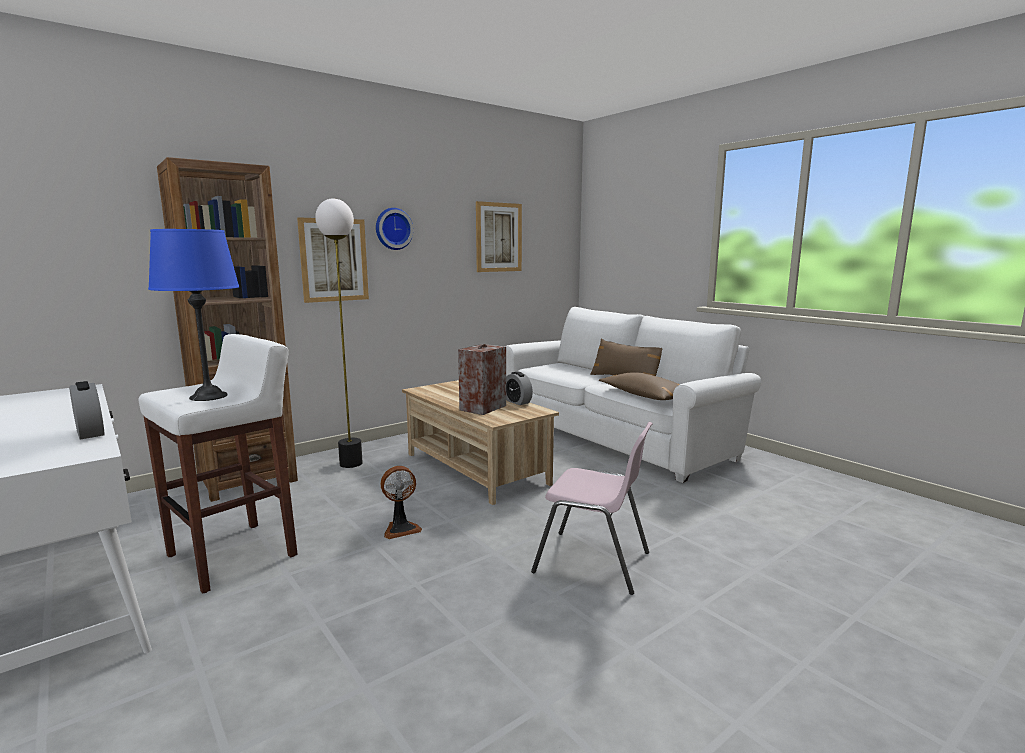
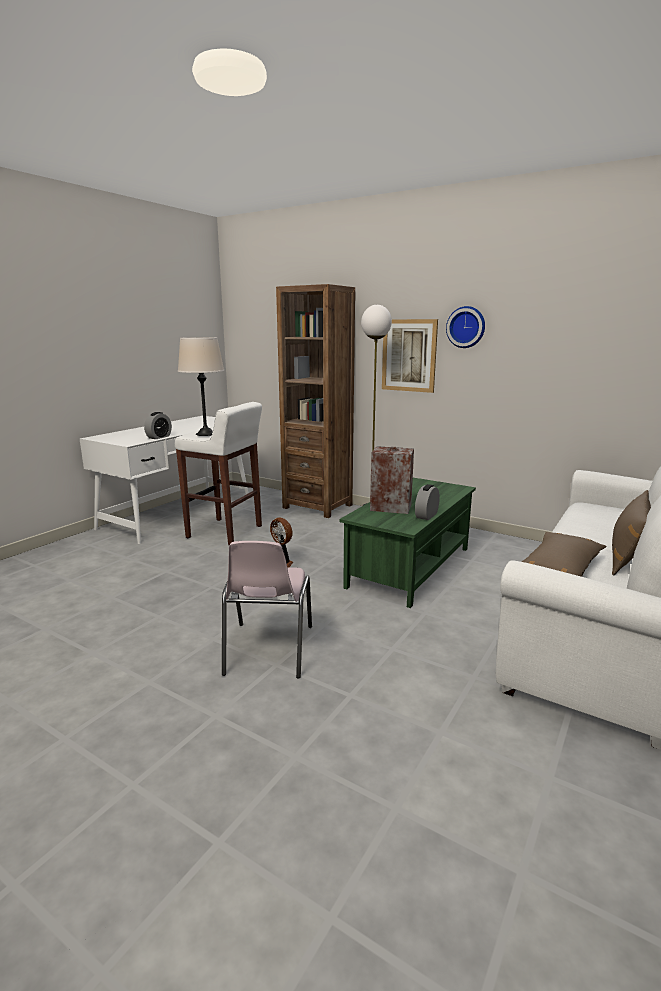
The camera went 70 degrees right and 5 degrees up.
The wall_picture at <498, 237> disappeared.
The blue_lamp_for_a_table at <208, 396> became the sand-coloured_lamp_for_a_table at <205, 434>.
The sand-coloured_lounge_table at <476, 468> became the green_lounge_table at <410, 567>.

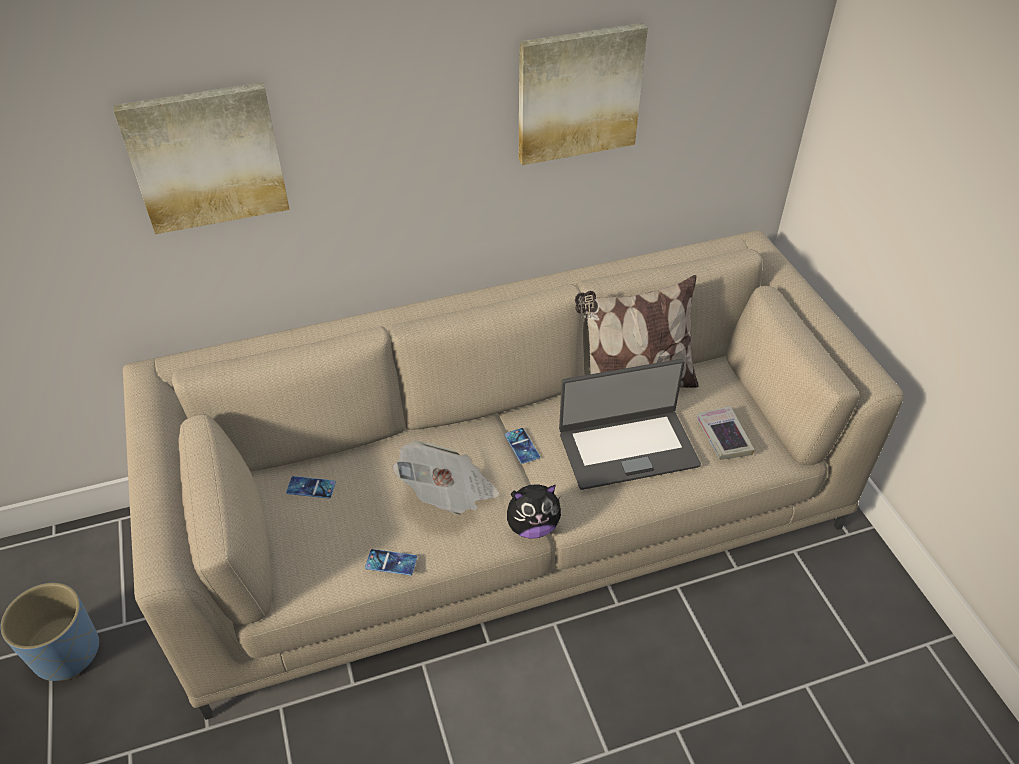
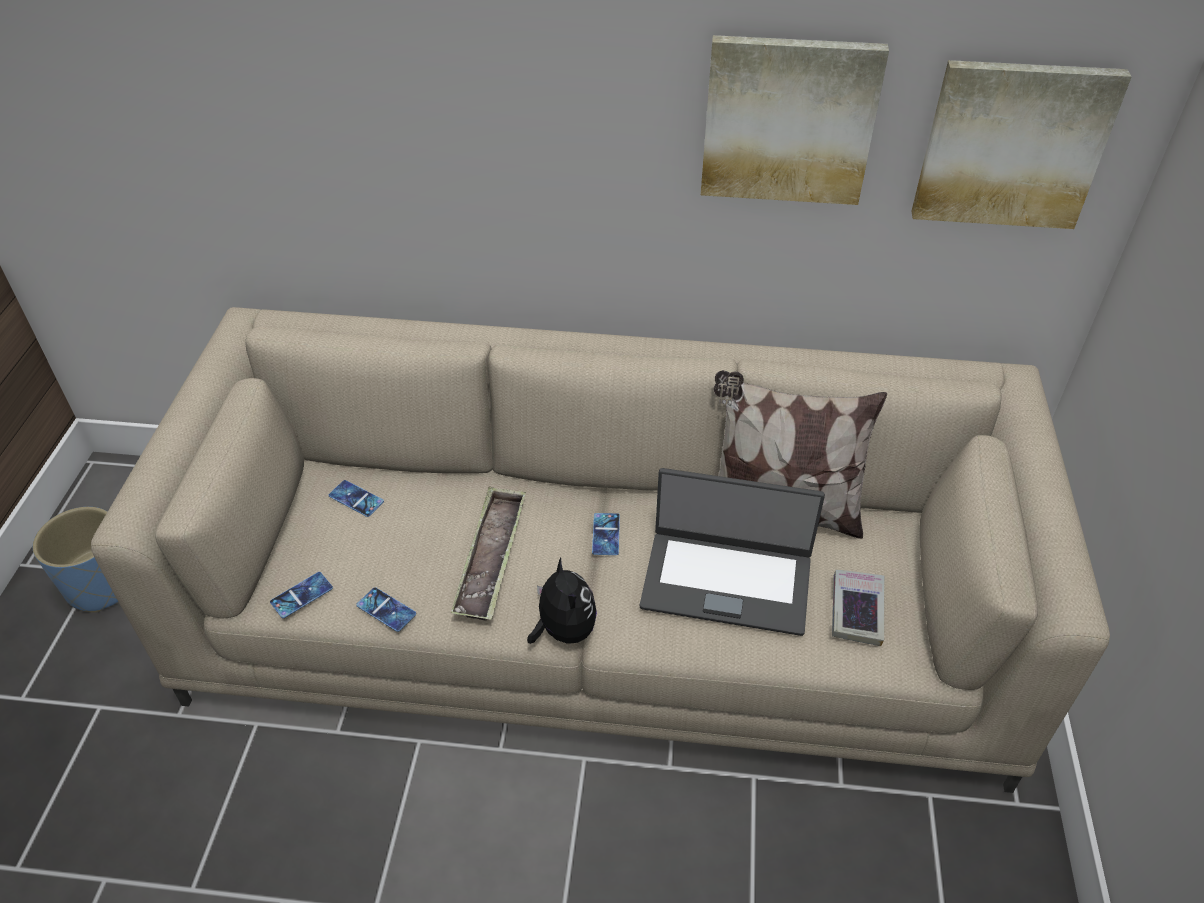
The camera went 25 degrees right and 0 degrees up.
The telephone at <301, 595> appeared.
The wall_picture moved from <206, 157> to <1012, 144>.
The newspaper at <448, 494> was replaced by the tray at <491, 558>.
The cuddly_toy at <532, 526> turned 120 degrees counterclockwise.

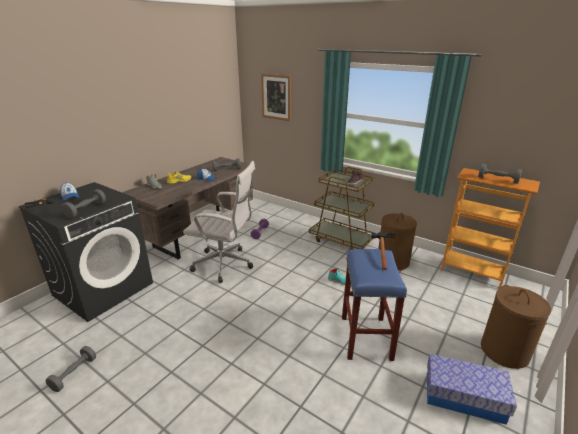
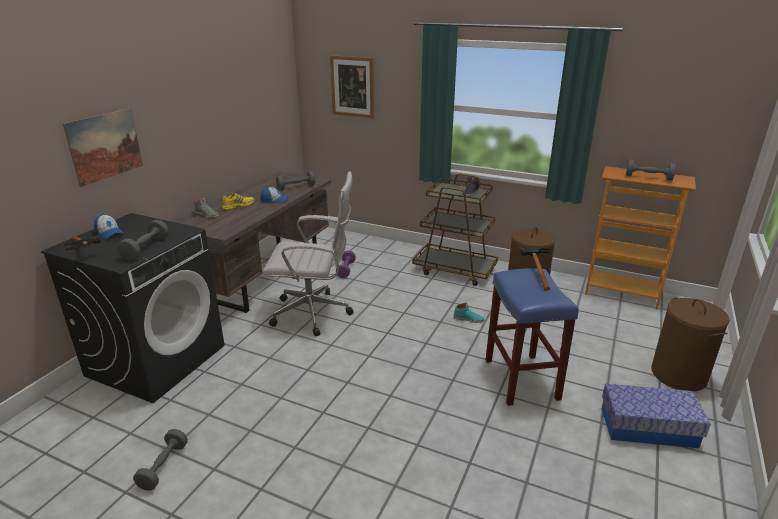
The camera went 10 degrees left and 0 degrees up.
The wall_picture at <105, 146> appeared.

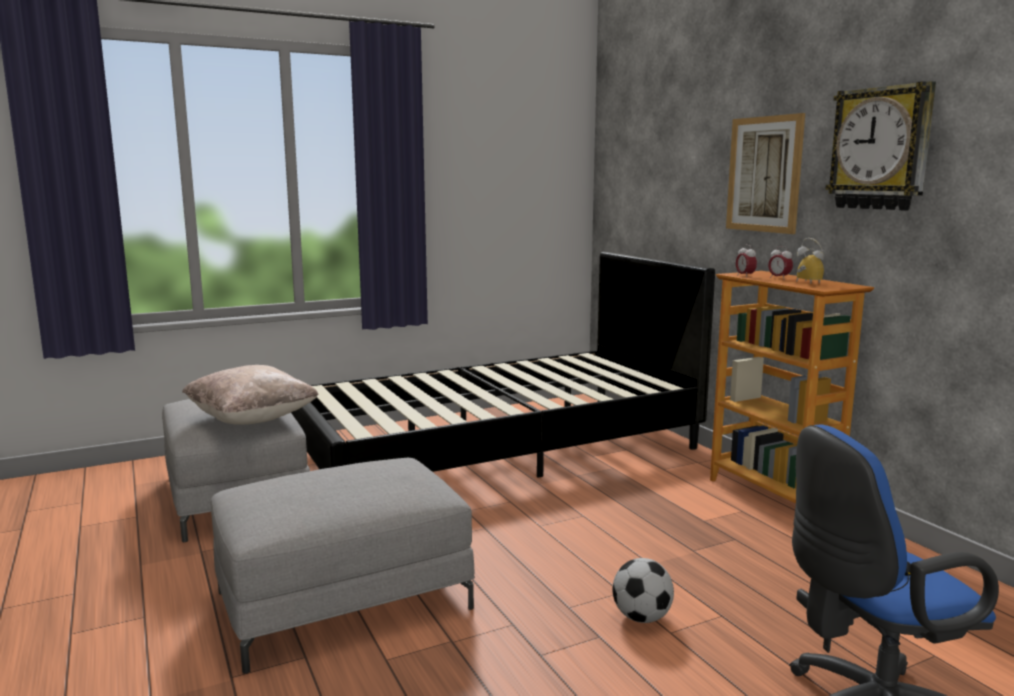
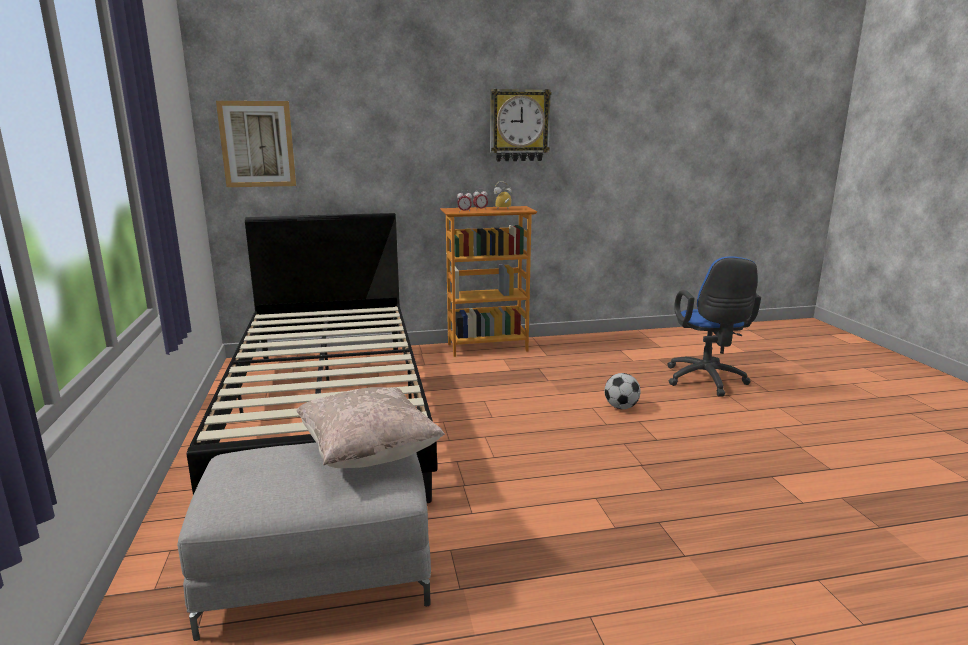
The camera went 75 degrees left and 5 degrees up.
The grey_pouffe at <344, 601> disappeared.
The wall_picture moved from <764, 174> to <257, 144>.

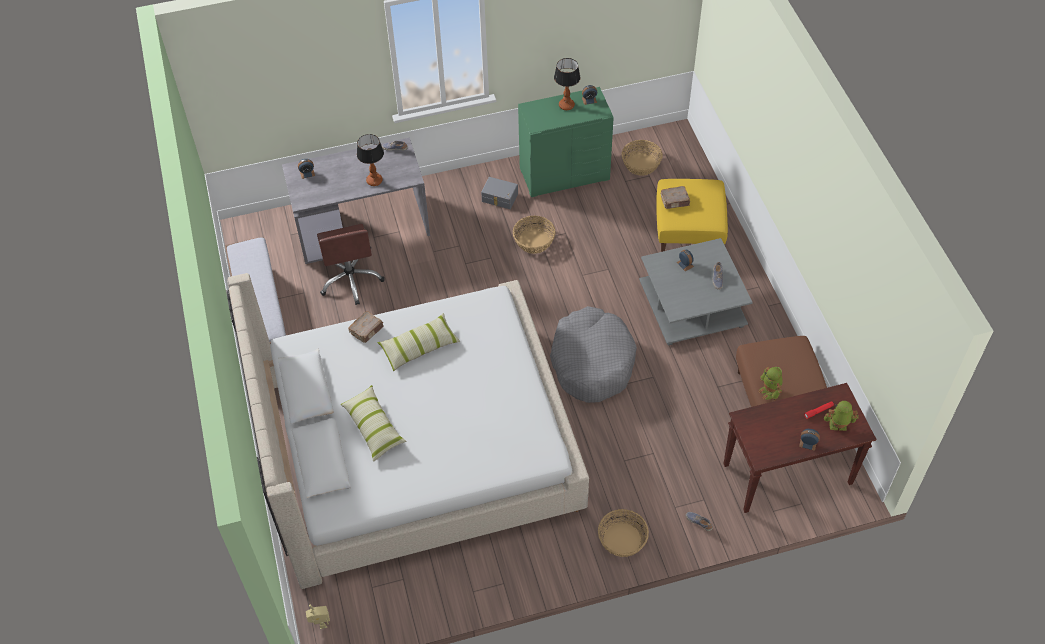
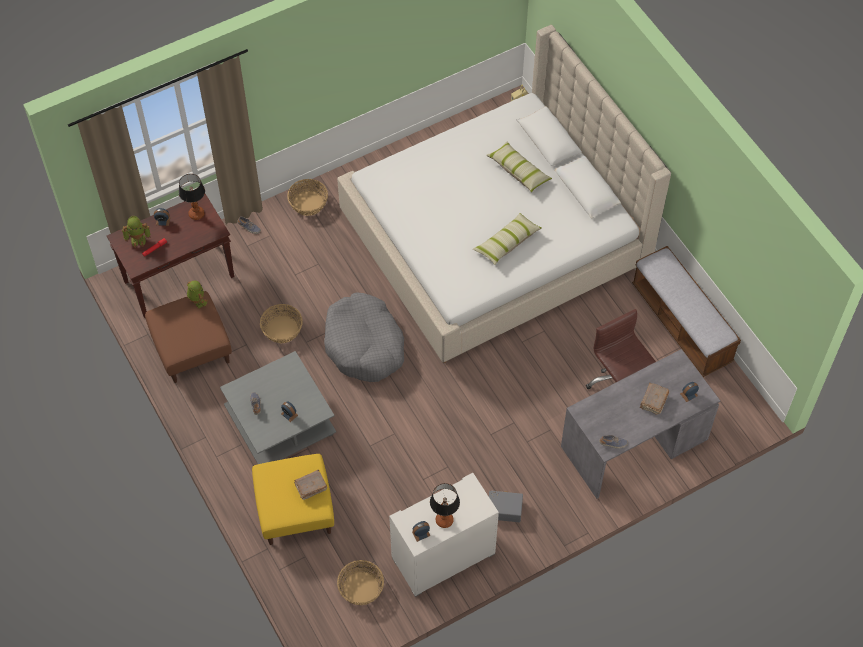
The camera went 165 degrees right and 5 degrees up.
The brown_volume moved from <367, 330> to <653, 401>.
The lamp_for_a_table moved from <374, 181> to <196, 214>.
The basket moved from <534, 241> to <282, 329>.
The green_drawer_chest at <564, 173> became the white-coloured_drawer_chest at <443, 556>.

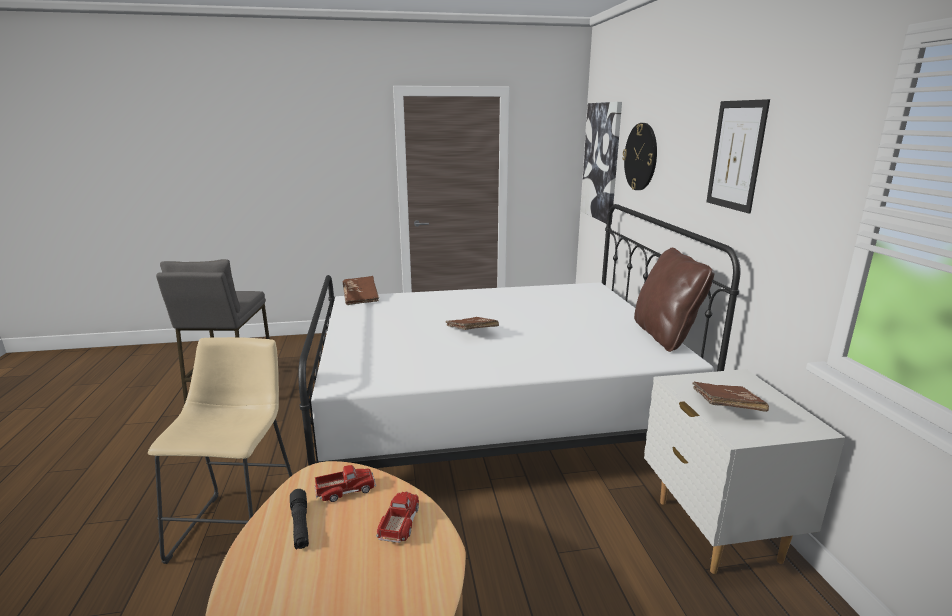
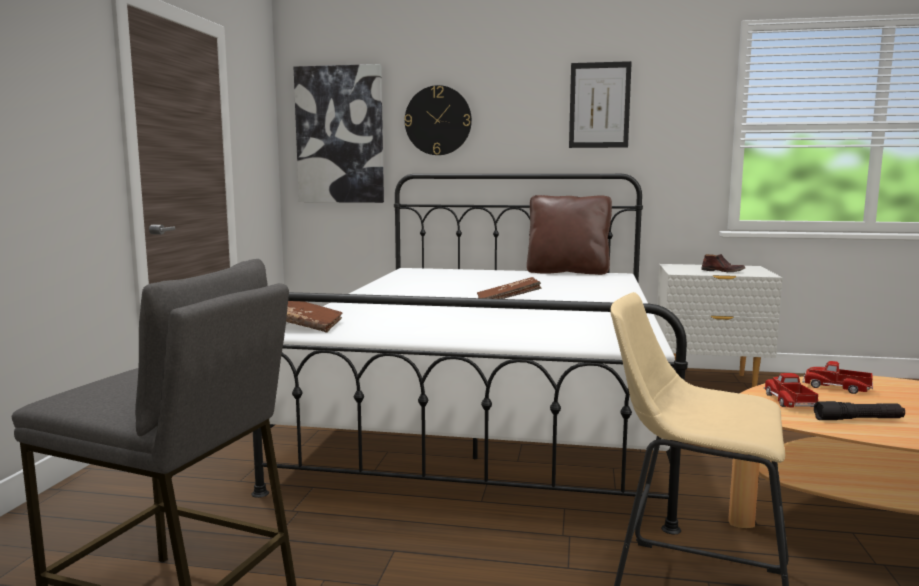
The camera went 70 degrees left and 10 degrees down.
The brown_volume at <725, 407> was replaced by the brown_item_of_footwear at <723, 271>.

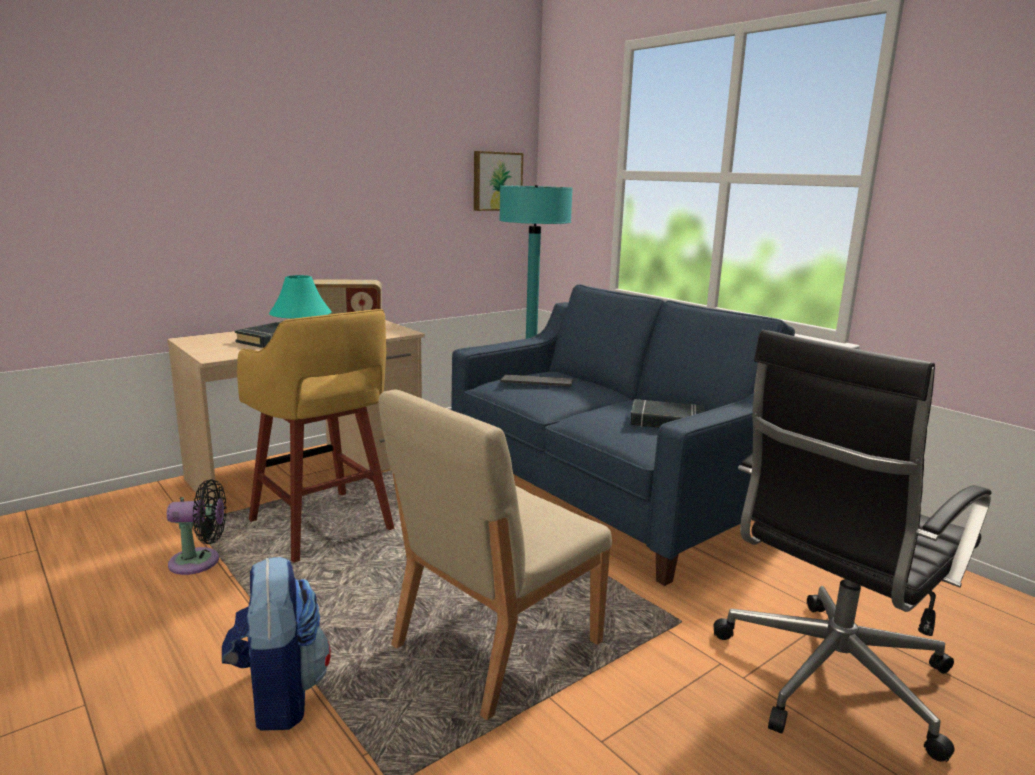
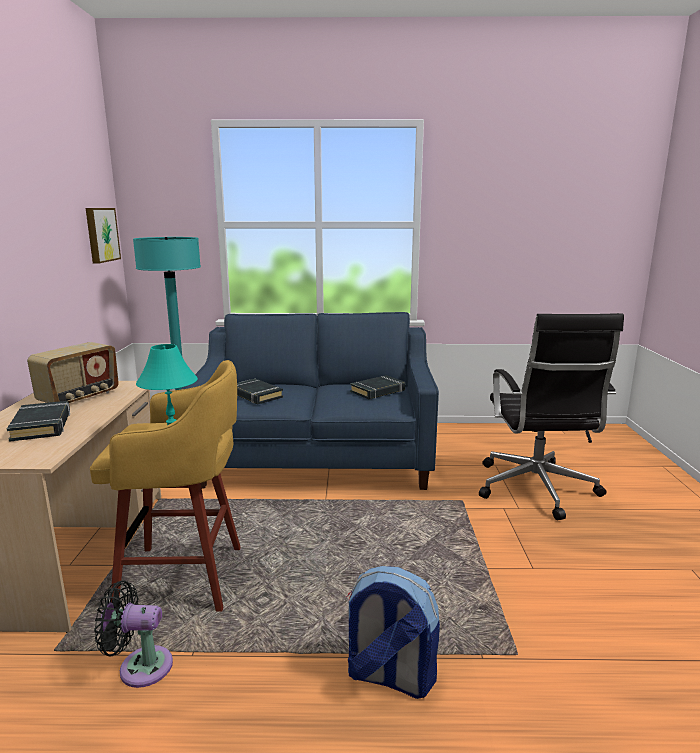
The camera went 50 degrees left and 0 degrees up.
The sand-coloured_upright_chair at <494, 645> disappeared.
The computer_keyboard at <536, 383> was replaced by the black-coloured_volume at <256, 395>.
The black-coloured_fan at <200, 562> turned 120 degrees counterclockwise.

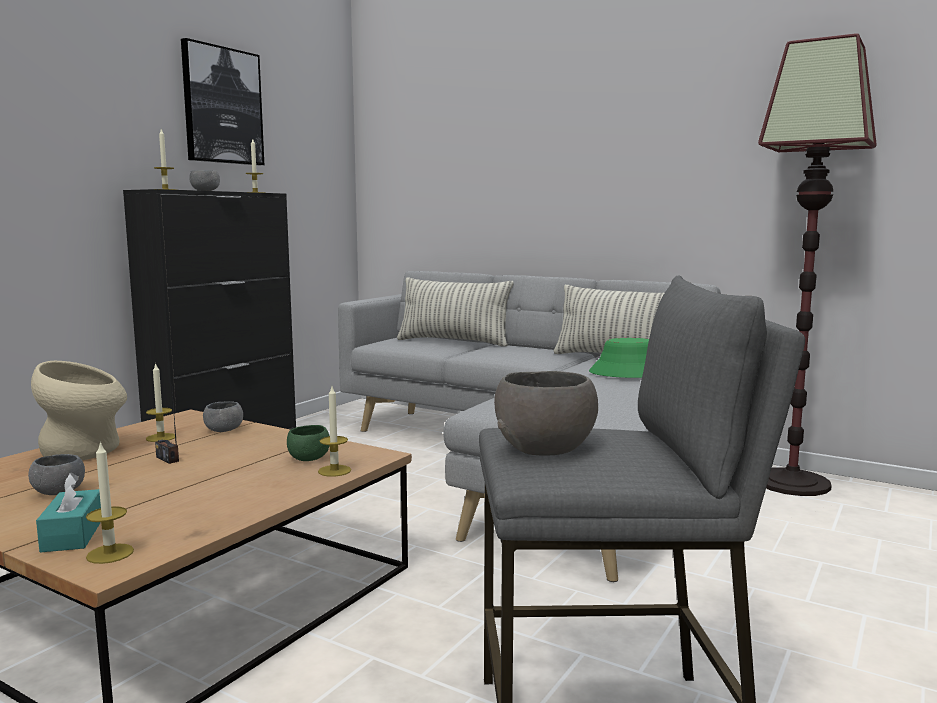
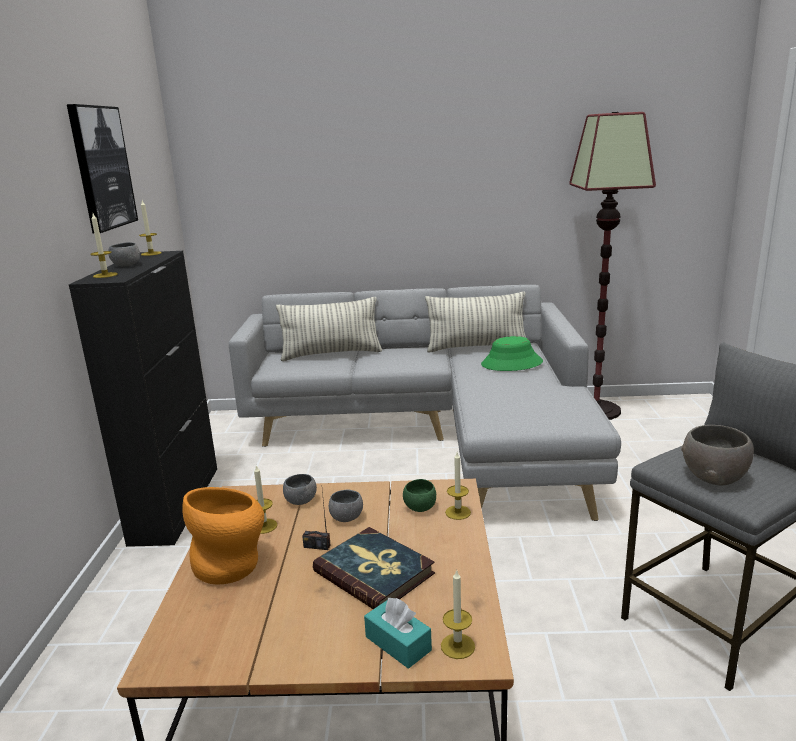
The camera went 30 degrees left and 10 degrees up.
The volume at <374, 572> appeared.
The grey_bowl moved from <59, 492> to <346, 517>.
The sand-coloured_flower_vase at <86, 452> became the orange_flower_vase at <232, 564>.

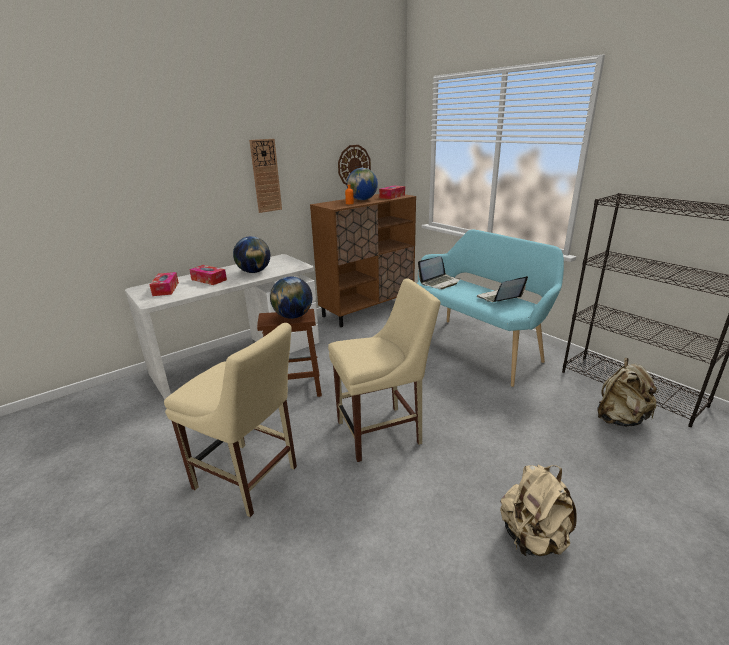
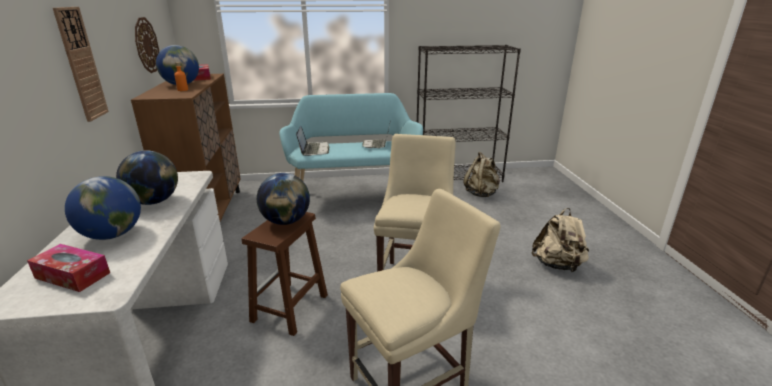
The camera went 60 degrees left and 0 degrees up.
The tissue_holder at <209, 280> was replaced by the globe at <112, 235>.

